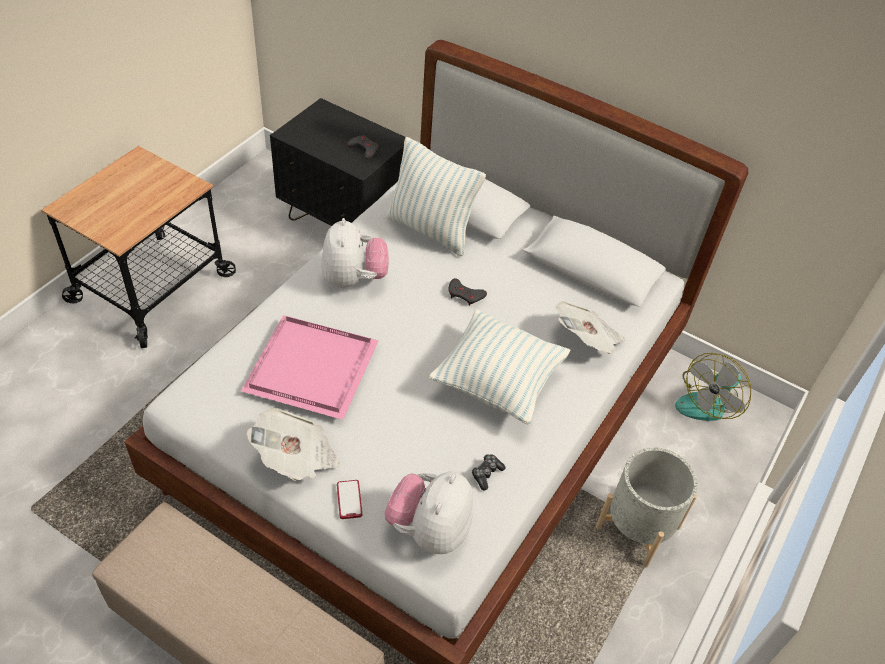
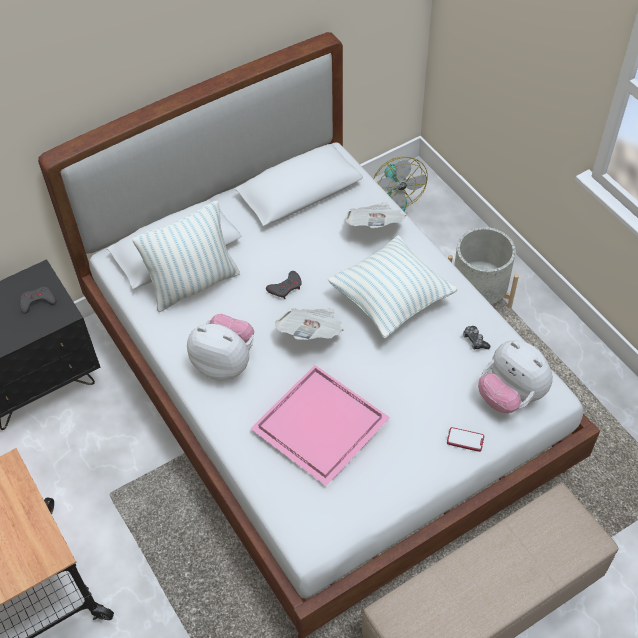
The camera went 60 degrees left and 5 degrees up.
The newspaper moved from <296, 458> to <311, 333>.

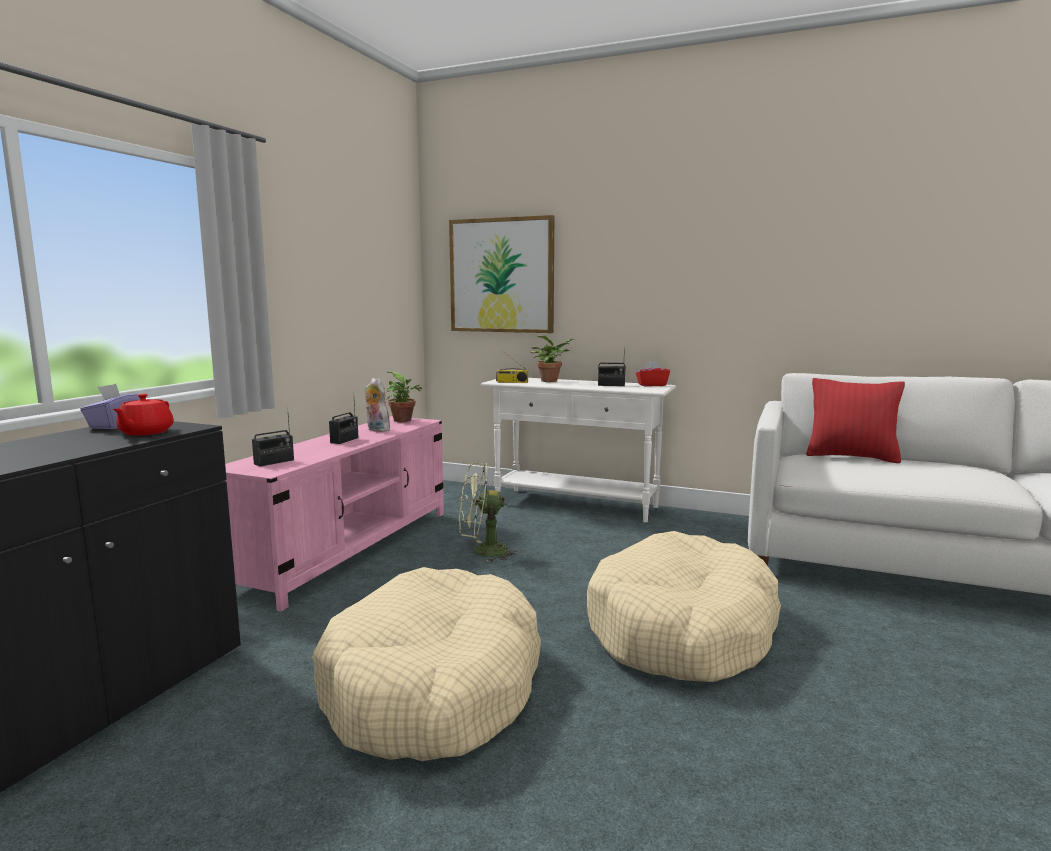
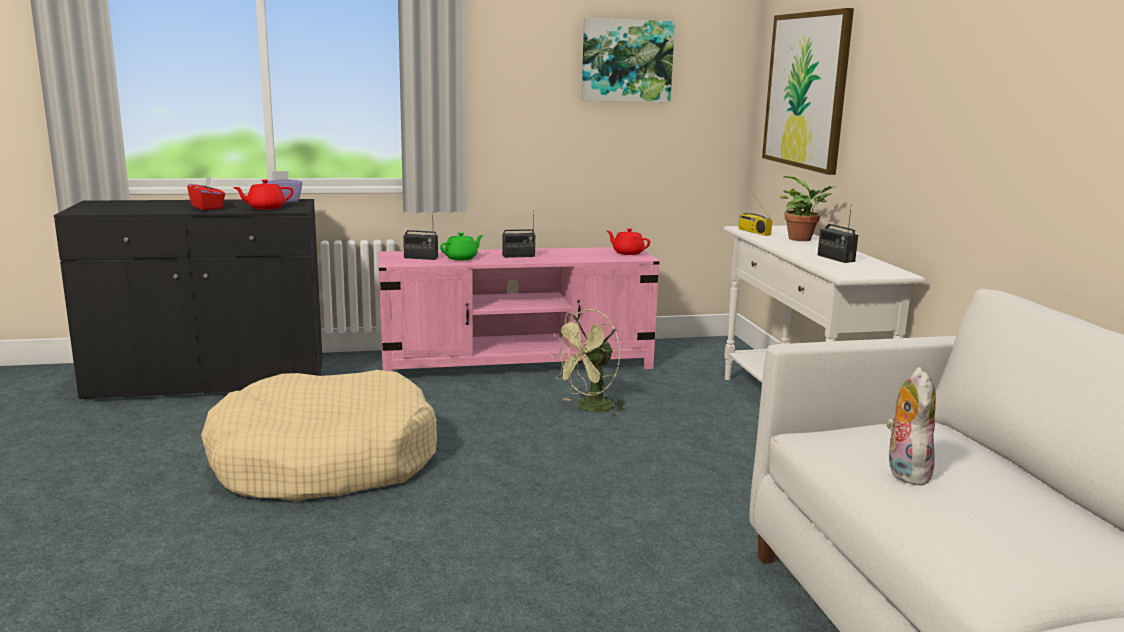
The camera went 55 degrees right and 5 degrees up.
The sand-coloured_dog_cushion at <682, 631> disappeared.
The reddish_pillow at <851, 457> disappeared.
The green_tea_pot at <461, 258> appeared.
The wall_picture at <626, 61> appeared.
The cuddly_toy moved from <376, 430> to <904, 472>.
The reddish_tissue_holder moved from <652, 385> to <207, 207>.
The potted_plant at <404, 420> was replaced by the reddish_tea_pot at <627, 253>.
The green_fan at <483, 552> turned 90 degrees counterclockwise.

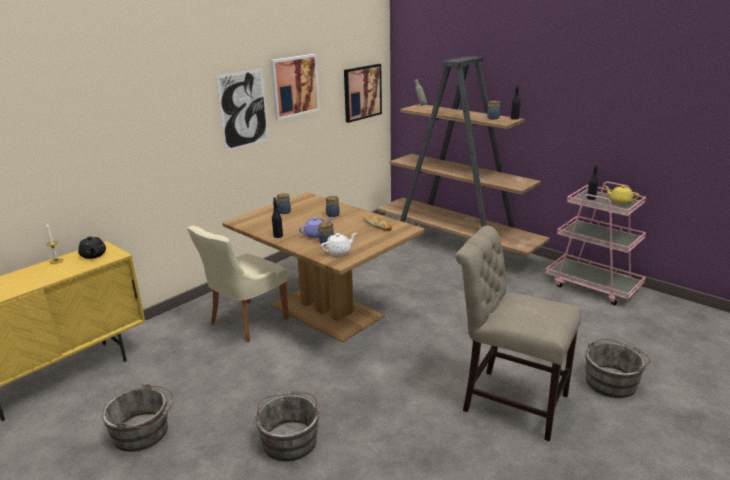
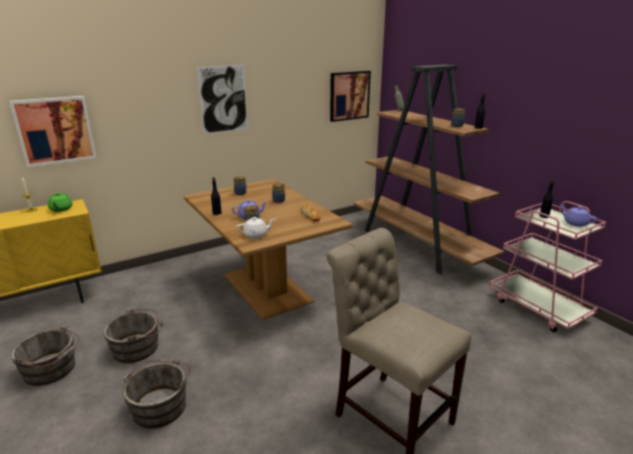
The camera went 15 degrees right and 0 degrees up.
The sand-coloured_upright_chair at <246, 322> disappeared.
The wall_picture moved from <294, 86> to <55, 130>.
The grey_pail moved from <612, 381> to <138, 347>.
The black-coloured_tea_pot at <93, 255> became the green_tea_pot at <61, 209>.
The yellow-coloured_tea_pot at <620, 201> became the purple_tea_pot at <575, 223>.

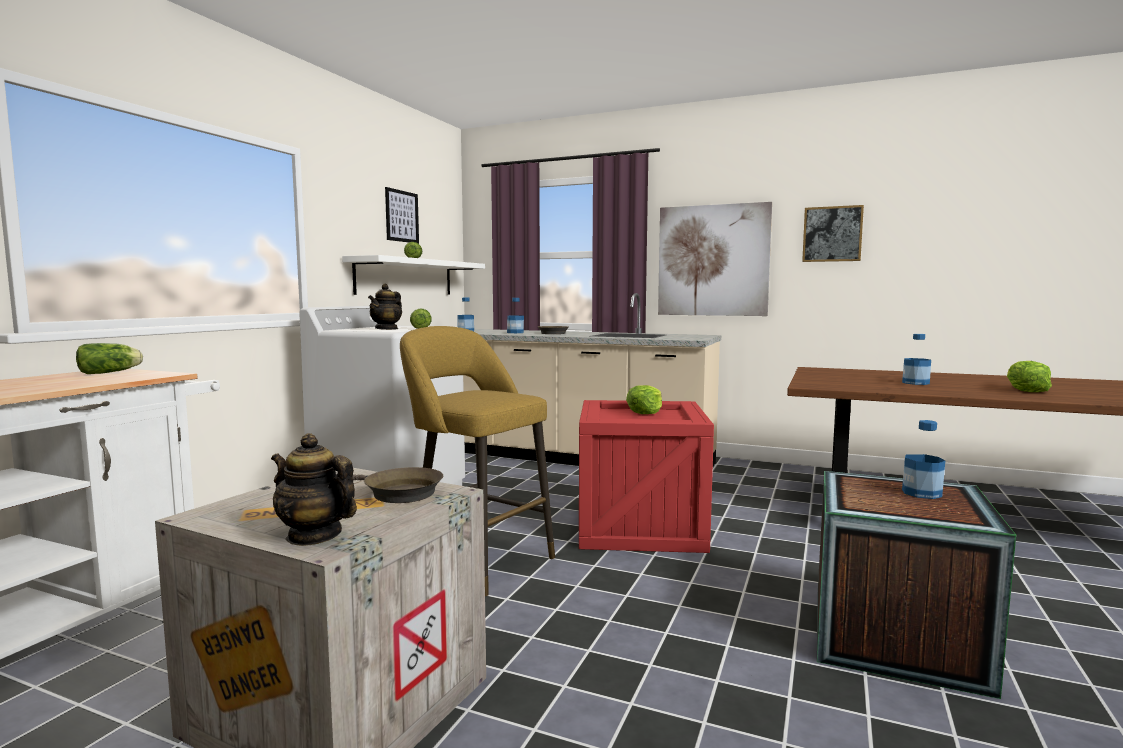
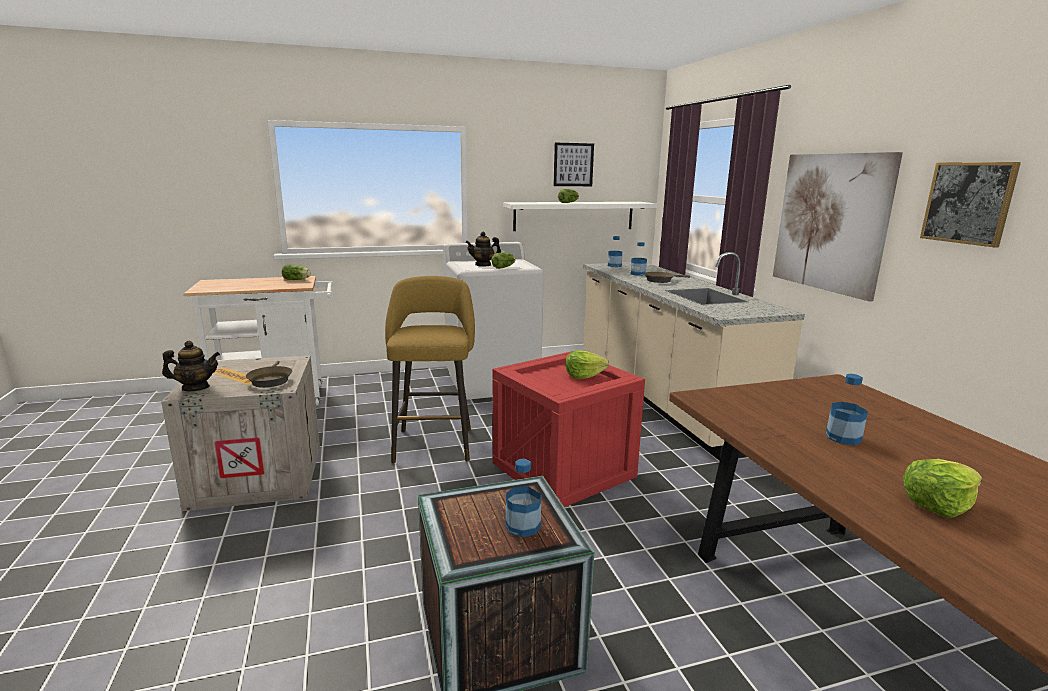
The camera went 50 degrees right and 10 degrees up.
The tea_pot at <314, 536> turned 90 degrees clockwise.

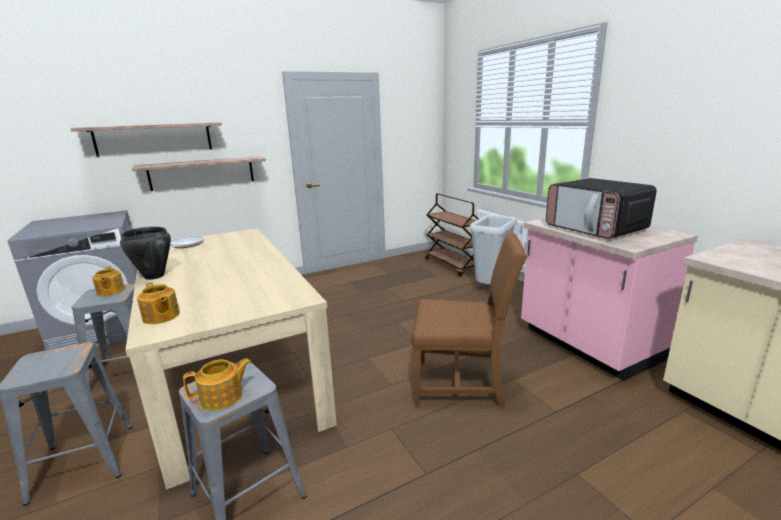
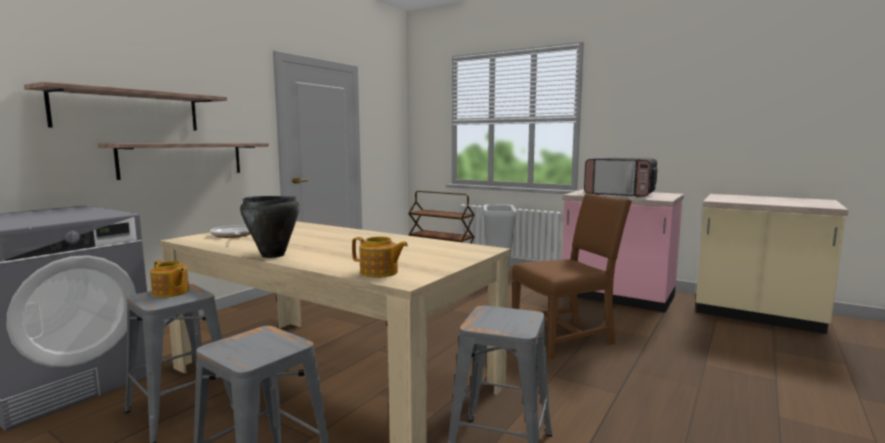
The camera went 30 degrees left and 10 degrees down.
The tea_pot at <223, 397> disappeared.

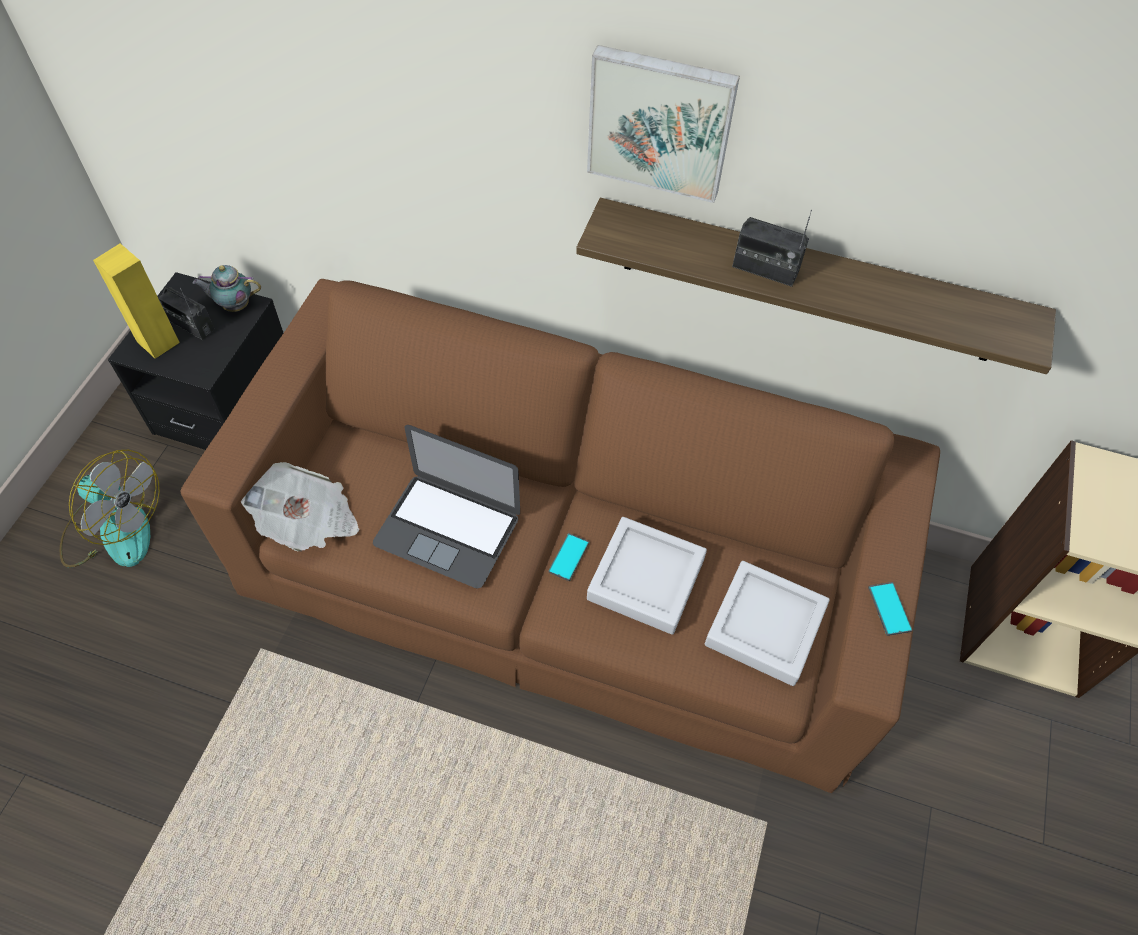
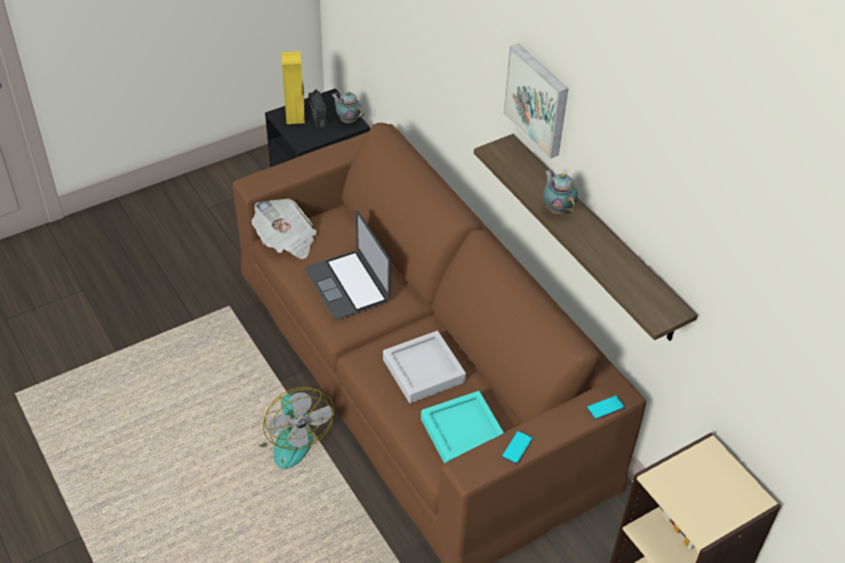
The camera went 40 degrees right and 10 degrees down.
The fan moved from <115, 529> to <288, 437>.
The telephone moved from <568, 557> to <605, 407>.
The radio at <765, 269> was replaced by the tea_pot at <557, 209>.
The grey_tray at <765, 626> became the blue-green_tray at <463, 433>.

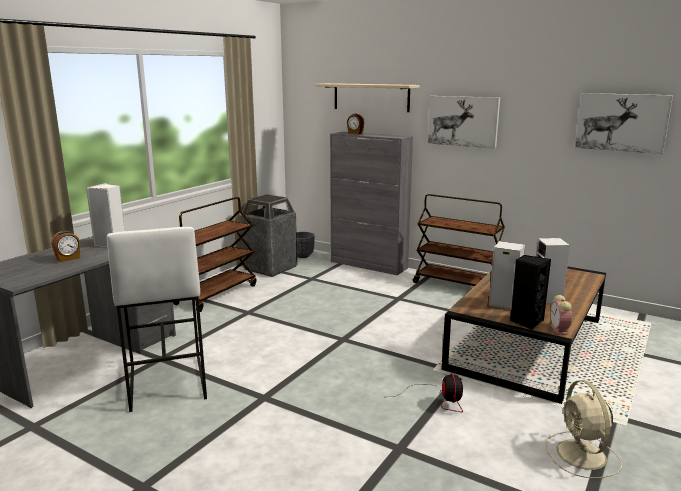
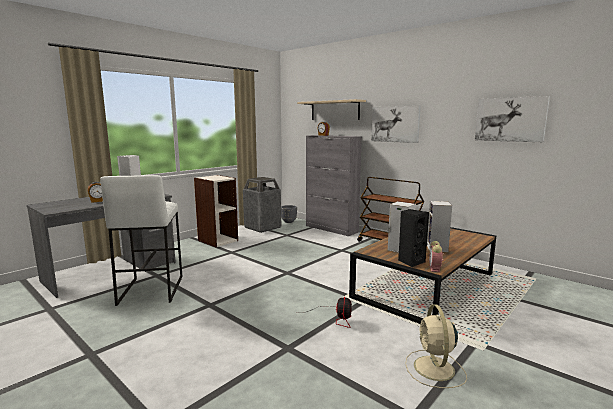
The camera went 10 degrees right and 5 degrees down.
The brown_trolley at <216, 294> was replaced by the shelving_unit at <217, 240>.

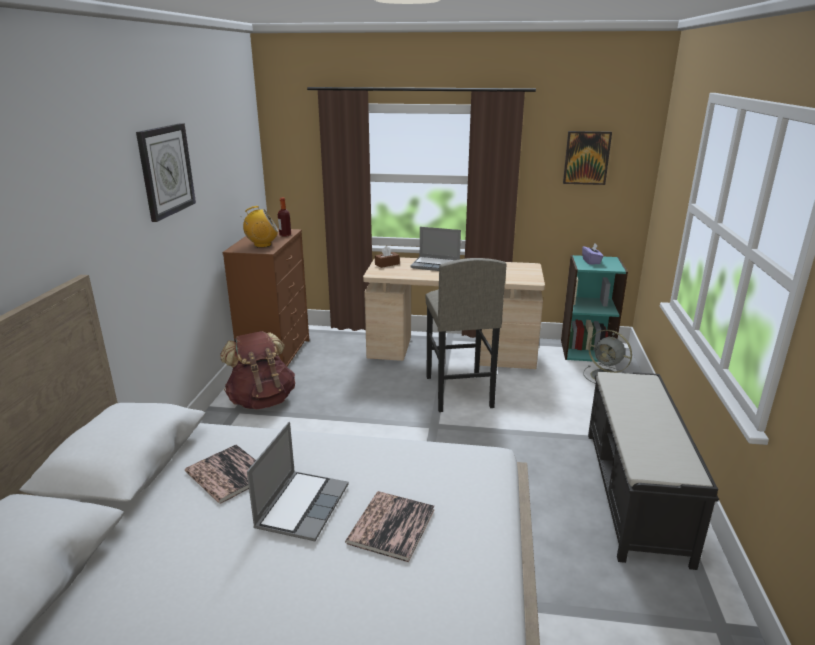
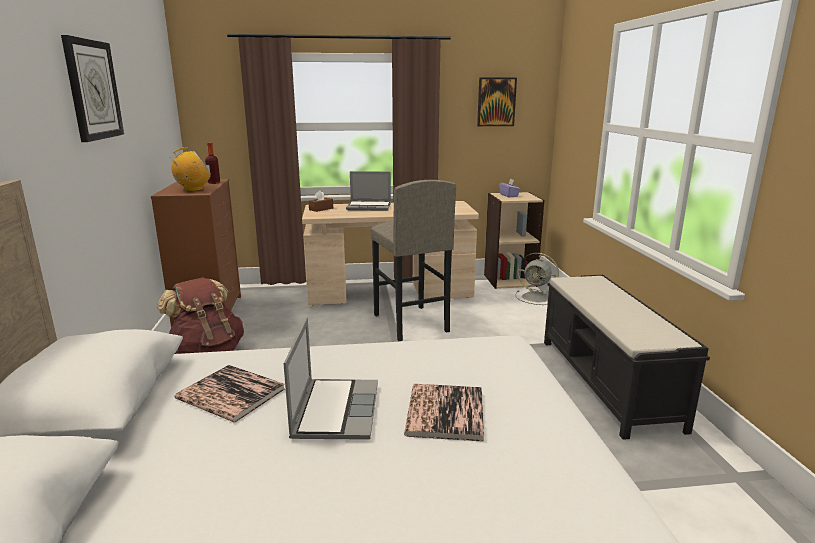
The camera went 15 degrees left and 5 degrees down.
The blue-green_shelving_unit at <586, 350> became the sand-coloured_shelving_unit at <509, 280>.

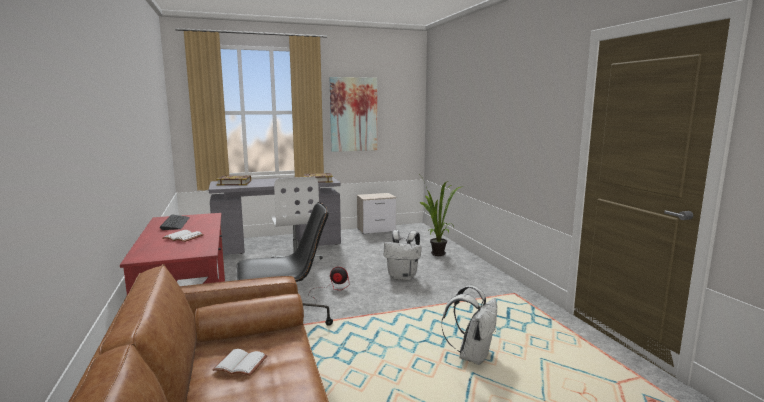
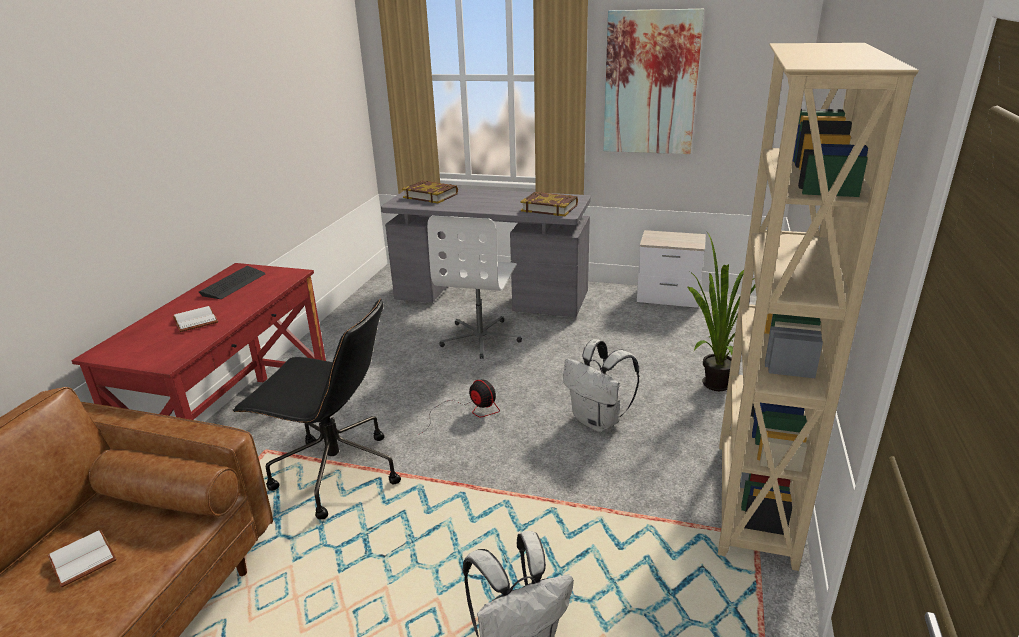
The camera went 35 degrees right and 15 degrees up.
The sand-coloured_shelving_unit at <752, 502> appeared.

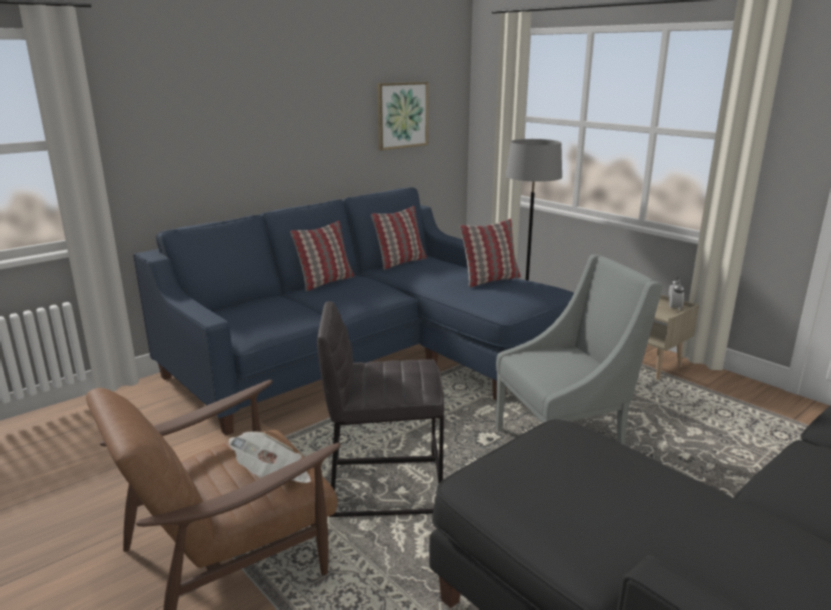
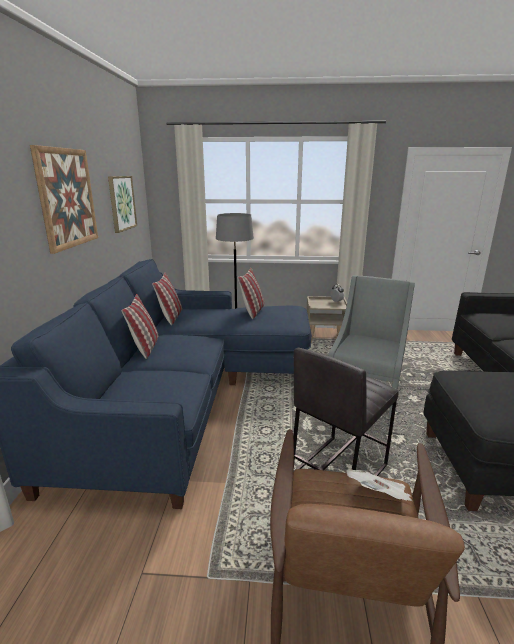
The camera went 45 degrees left and 0 degrees up.
The wall_picture at <67, 198> appeared.

